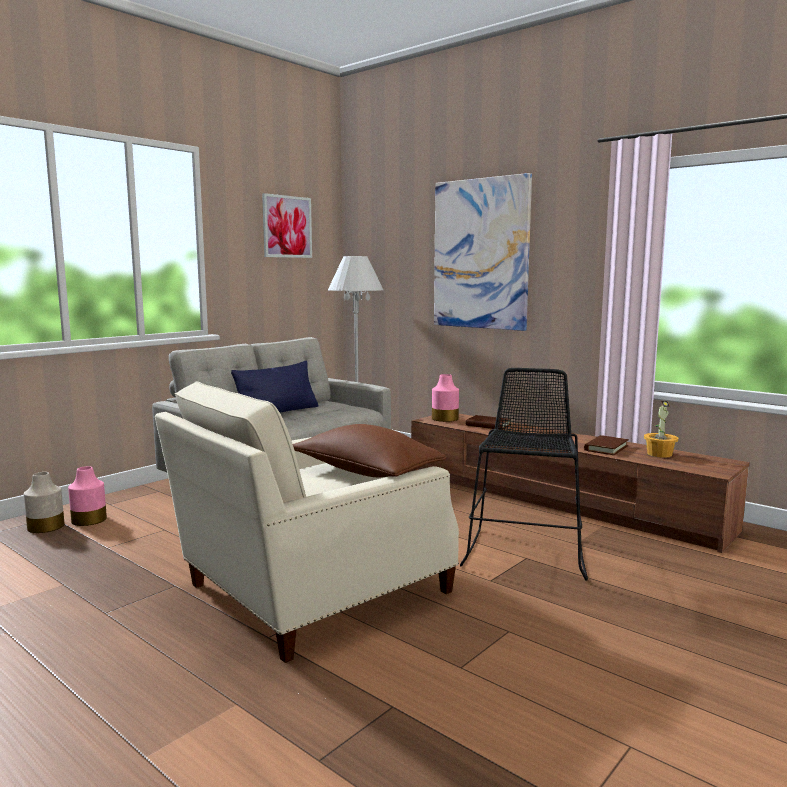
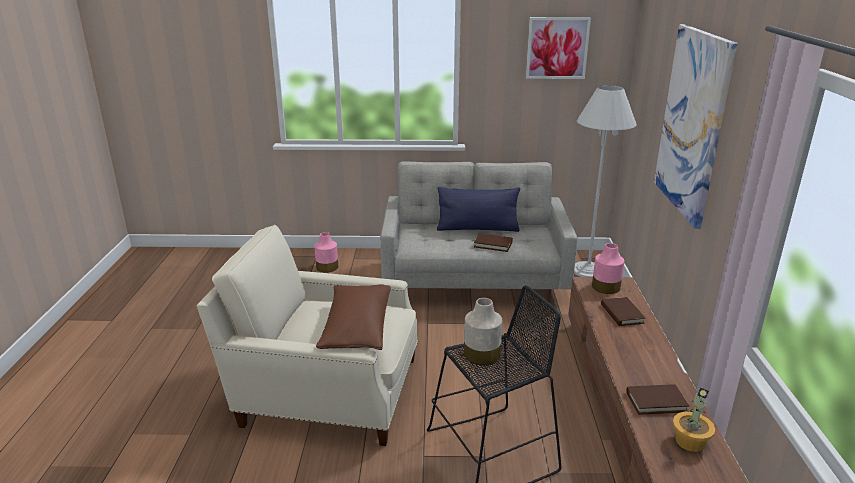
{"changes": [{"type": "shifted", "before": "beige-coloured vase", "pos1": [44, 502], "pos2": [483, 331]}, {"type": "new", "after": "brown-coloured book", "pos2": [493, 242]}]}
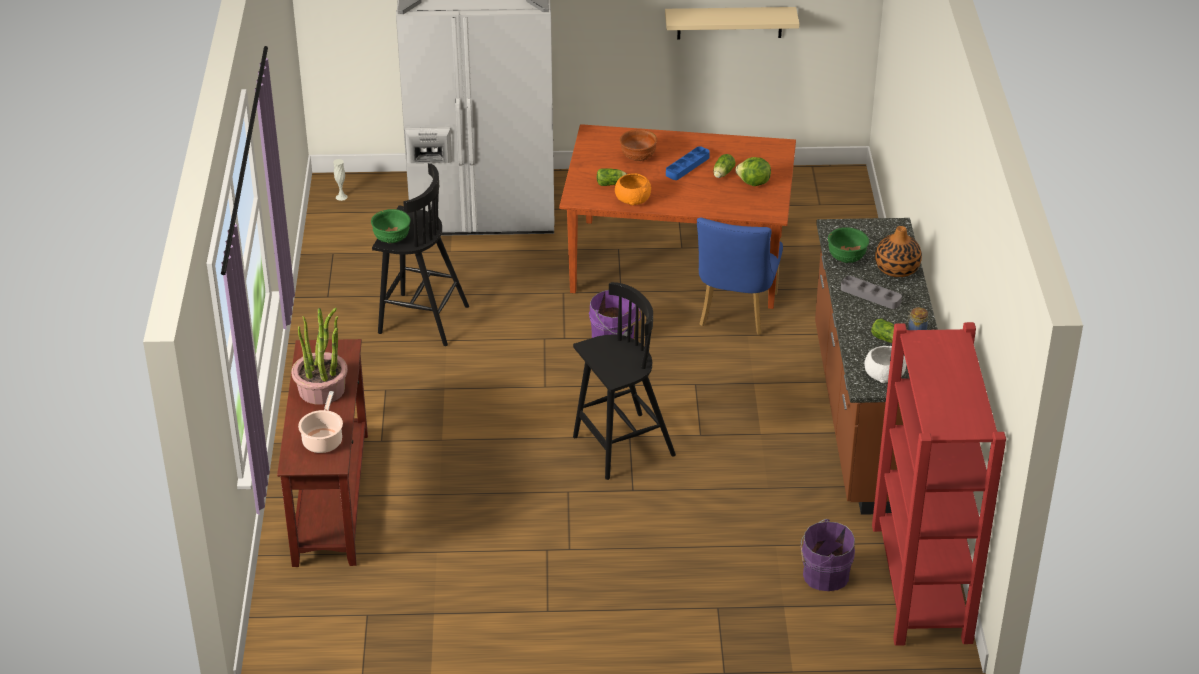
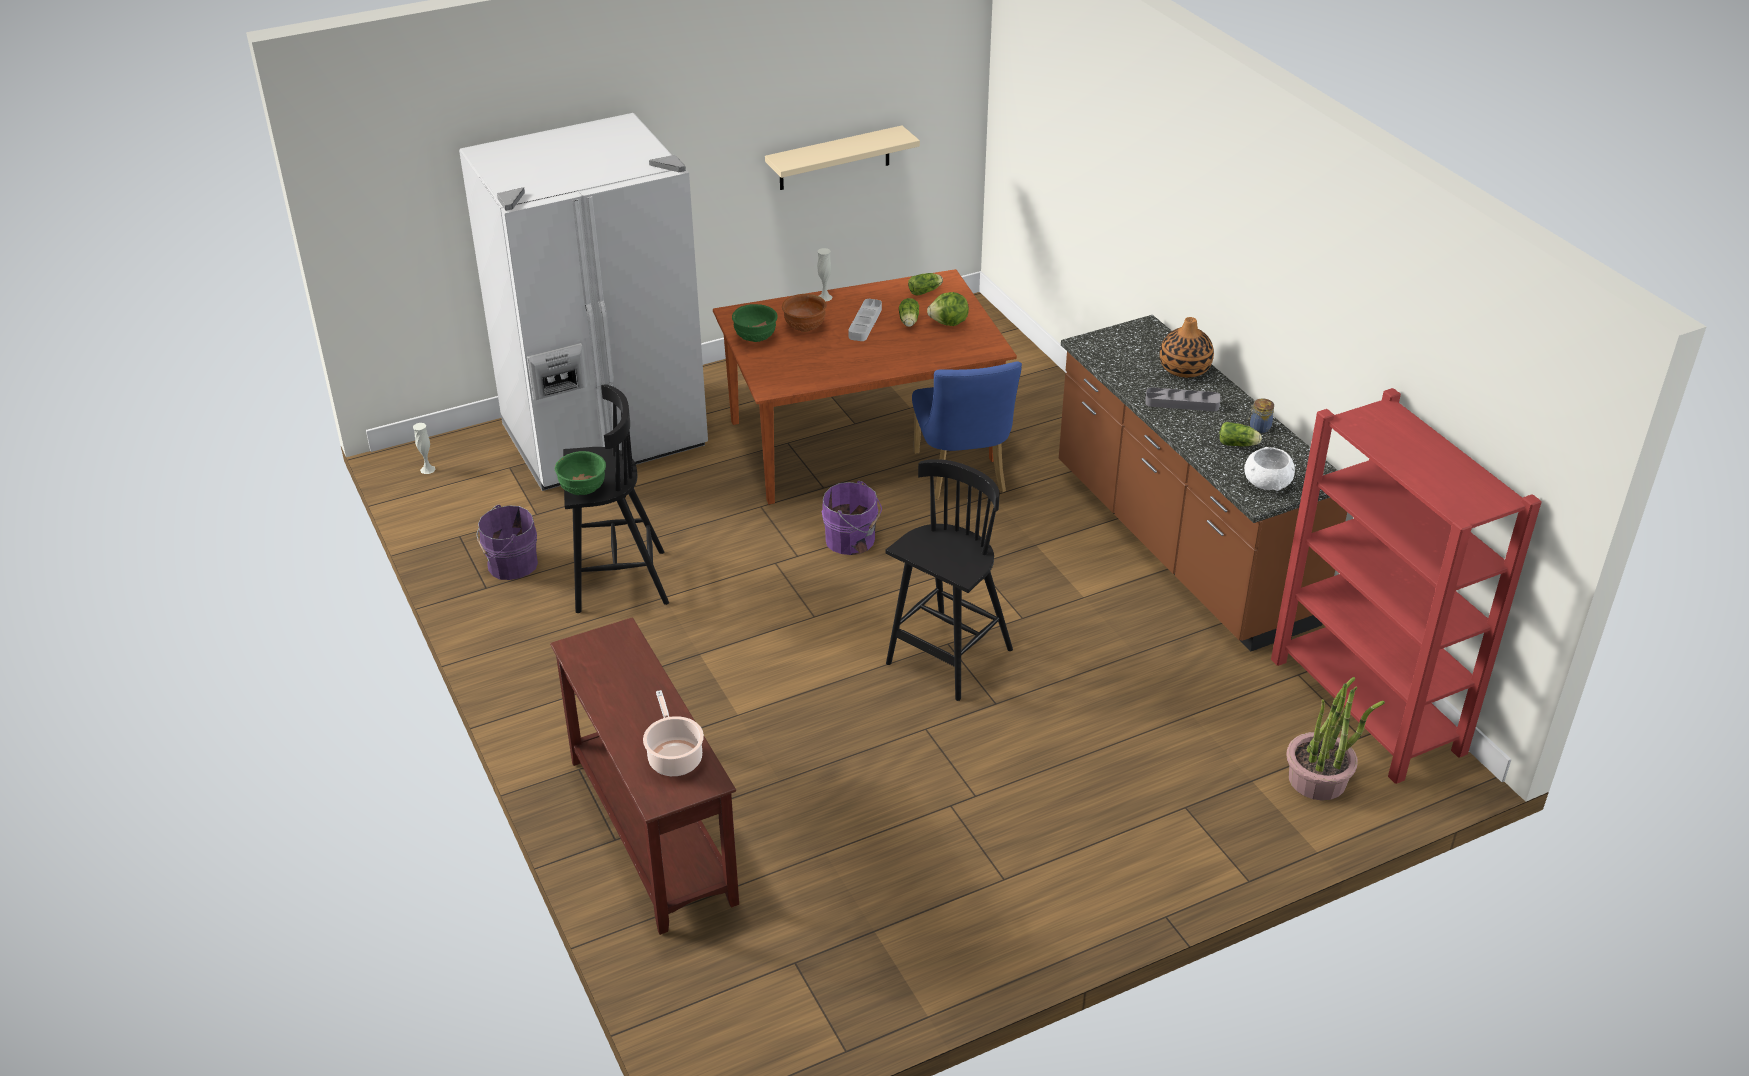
{"changes": [{"type": "repainted", "before": "blue-coloured tray", "after": "greyish tray", "pos1": [688, 163], "pos2": [865, 320]}, {"type": "shifted", "before": "lettuce head", "pos1": [612, 177], "pos2": [925, 284]}, {"type": "gone", "before": "orange bowl", "pos1": [633, 189]}, {"type": "shifted", "before": "greenish bowl", "pos1": [848, 245], "pos2": [755, 323]}, {"type": "shifted", "before": "houseplant", "pos1": [319, 356], "pos2": [1335, 739]}, {"type": "shifted", "before": "purple-coloured bucket", "pos1": [827, 555], "pos2": [507, 542]}, {"type": "new", "after": "white-coloured vase", "pos2": [824, 274]}]}
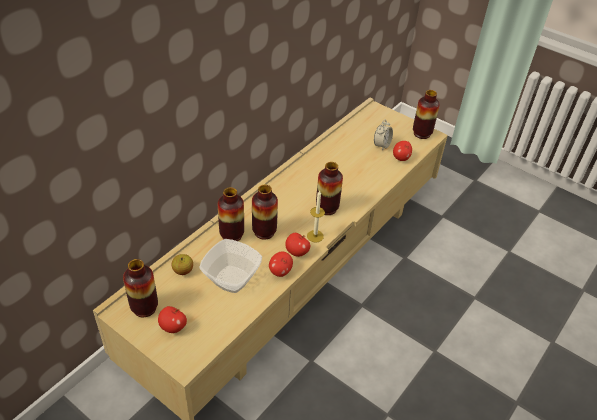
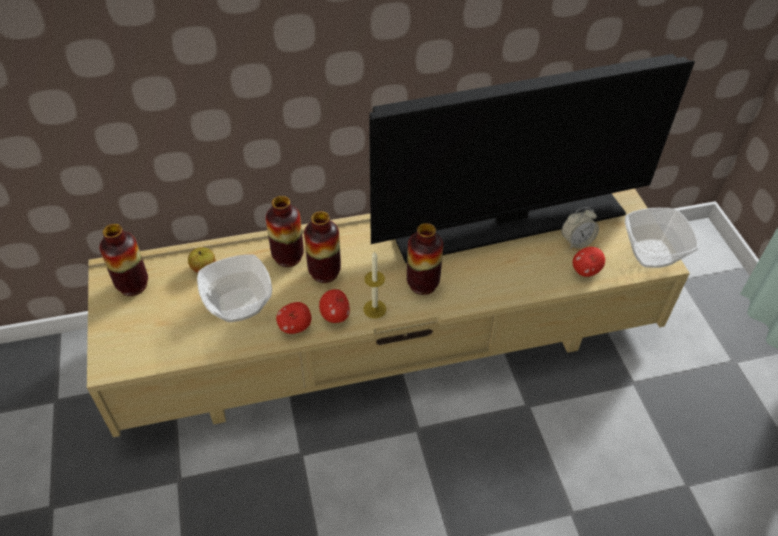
{"changes": [{"type": "swapped", "before": "vase", "after": "bowl", "pos1": [426, 114], "pos2": [661, 238]}, {"type": "gone", "before": "whole apple", "pos1": [172, 319]}, {"type": "new", "after": "TV set", "pos2": [532, 158]}]}
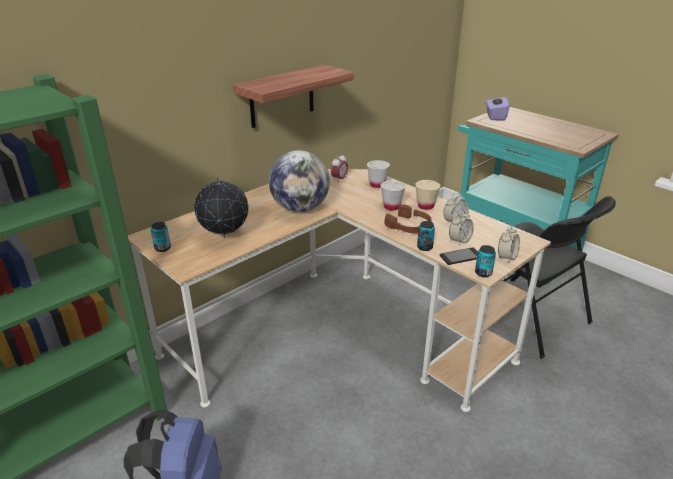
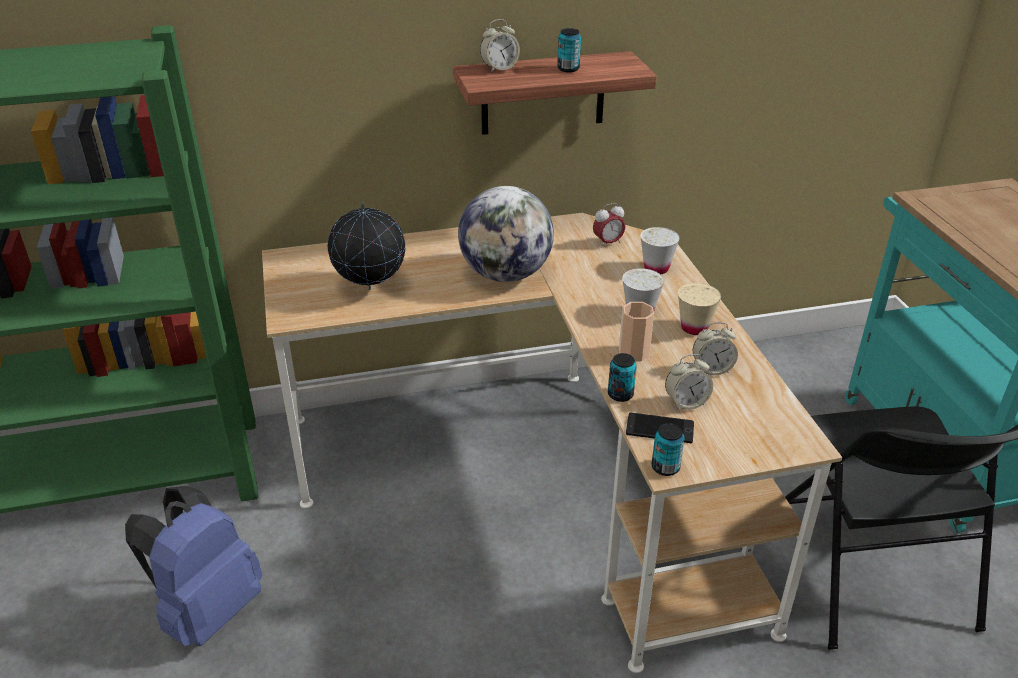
{"changes": [{"type": "gone", "before": "purple-coloured tissue holder", "pos1": [498, 108]}, {"type": "swapped", "before": "brown-coloured headset", "after": "drinking cup", "pos1": [408, 219], "pos2": [636, 331]}, {"type": "shifted", "before": "can", "pos1": [161, 237], "pos2": [569, 50]}, {"type": "shifted", "before": "alarm clock", "pos1": [509, 244], "pos2": [500, 46]}]}
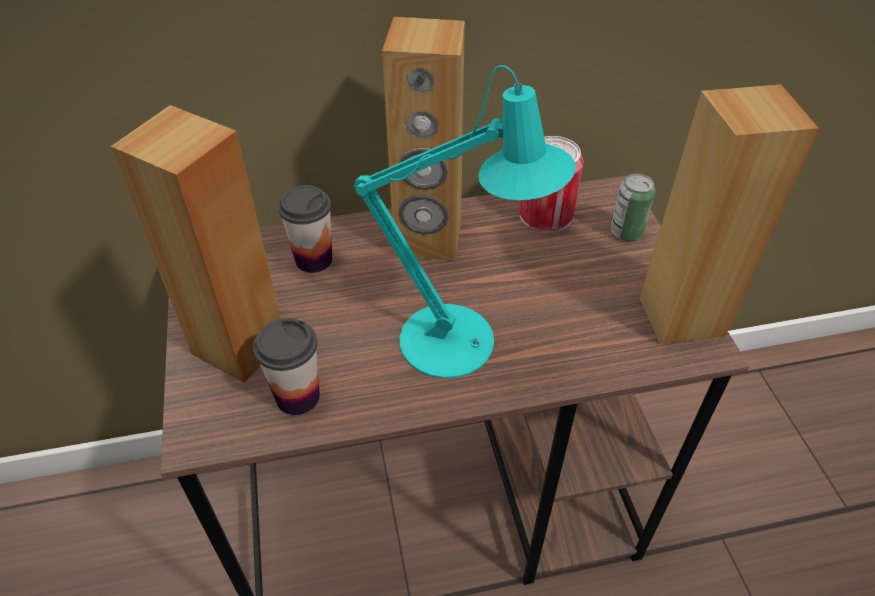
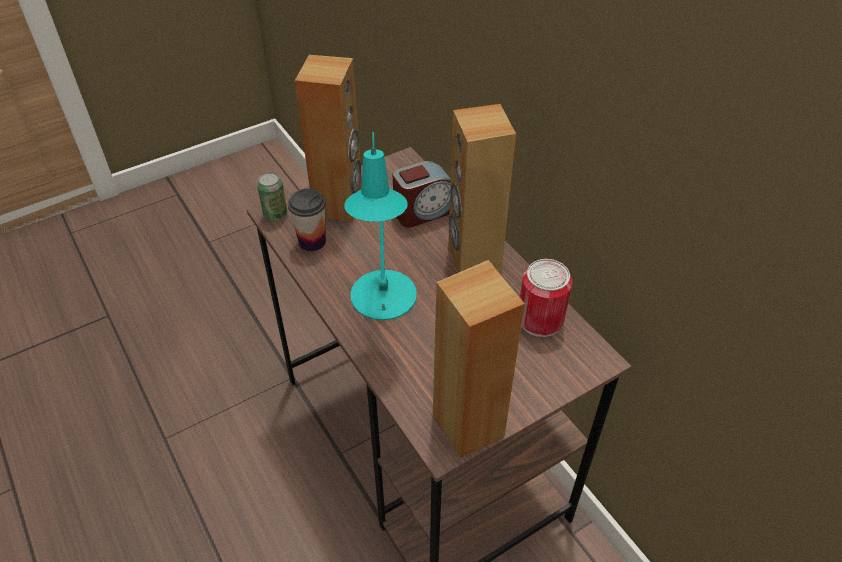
{"changes": [{"type": "shifted", "before": "can", "pos1": [633, 207], "pos2": [272, 196]}, {"type": "swapped", "before": "drinking cup", "after": "alarm clock", "pos1": [305, 229], "pos2": [422, 194]}]}
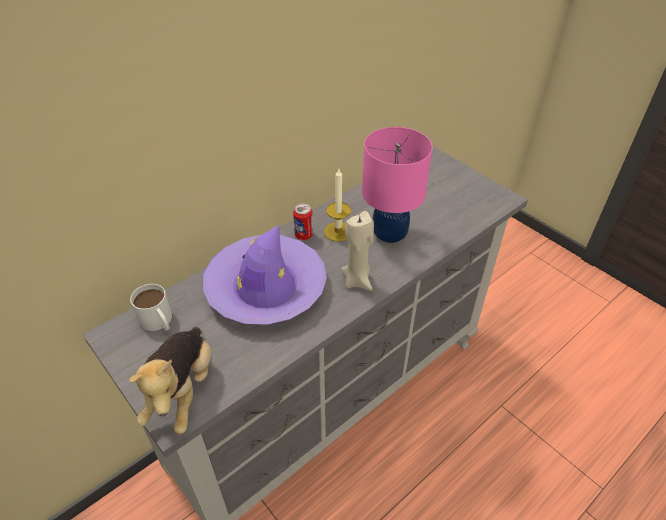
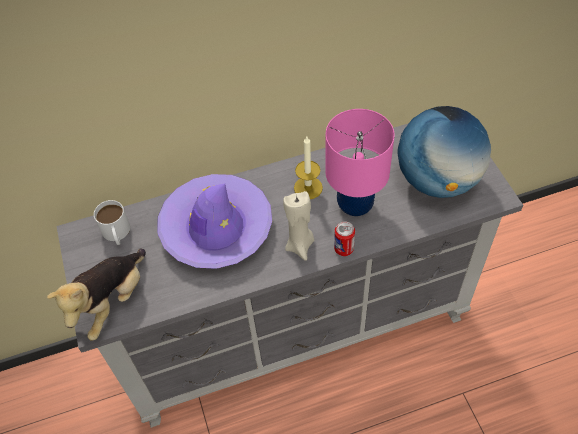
{"changes": [{"type": "shifted", "before": "can", "pos1": [303, 221], "pos2": [344, 239]}, {"type": "new", "after": "world globe", "pos2": [444, 152]}]}
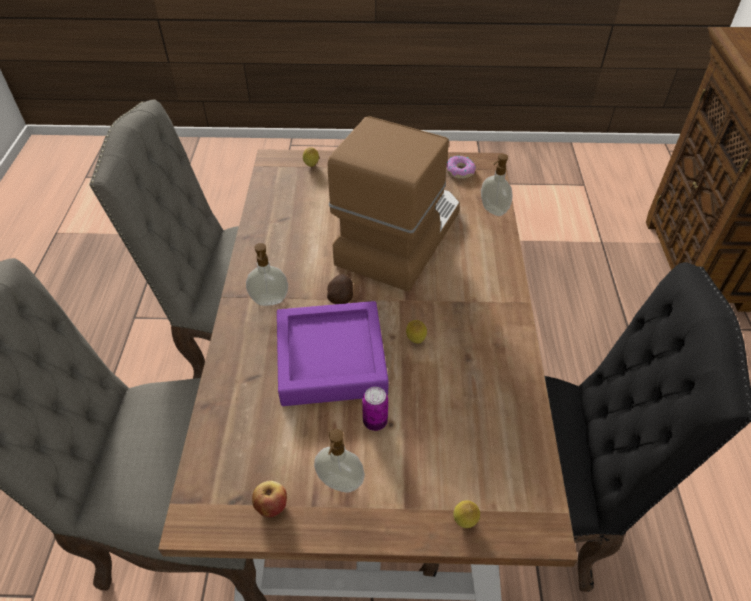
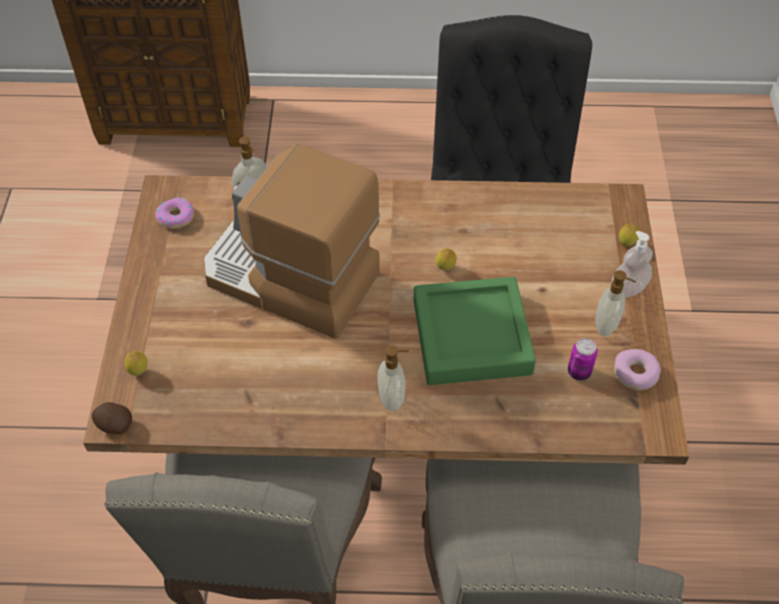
{"changes": [{"type": "shifted", "before": "spud", "pos1": [340, 289], "pos2": [111, 418]}, {"type": "repainted", "before": "purple-coloured tray", "after": "greenish tray", "pos1": [333, 353], "pos2": [474, 331]}, {"type": "shifted", "before": "can", "pos1": [375, 409], "pos2": [583, 359]}, {"type": "swapped", "before": "whole apple", "after": "ring doughnut", "pos1": [269, 499], "pos2": [637, 369]}, {"type": "new", "after": "soap dispenser", "pos2": [632, 264]}]}
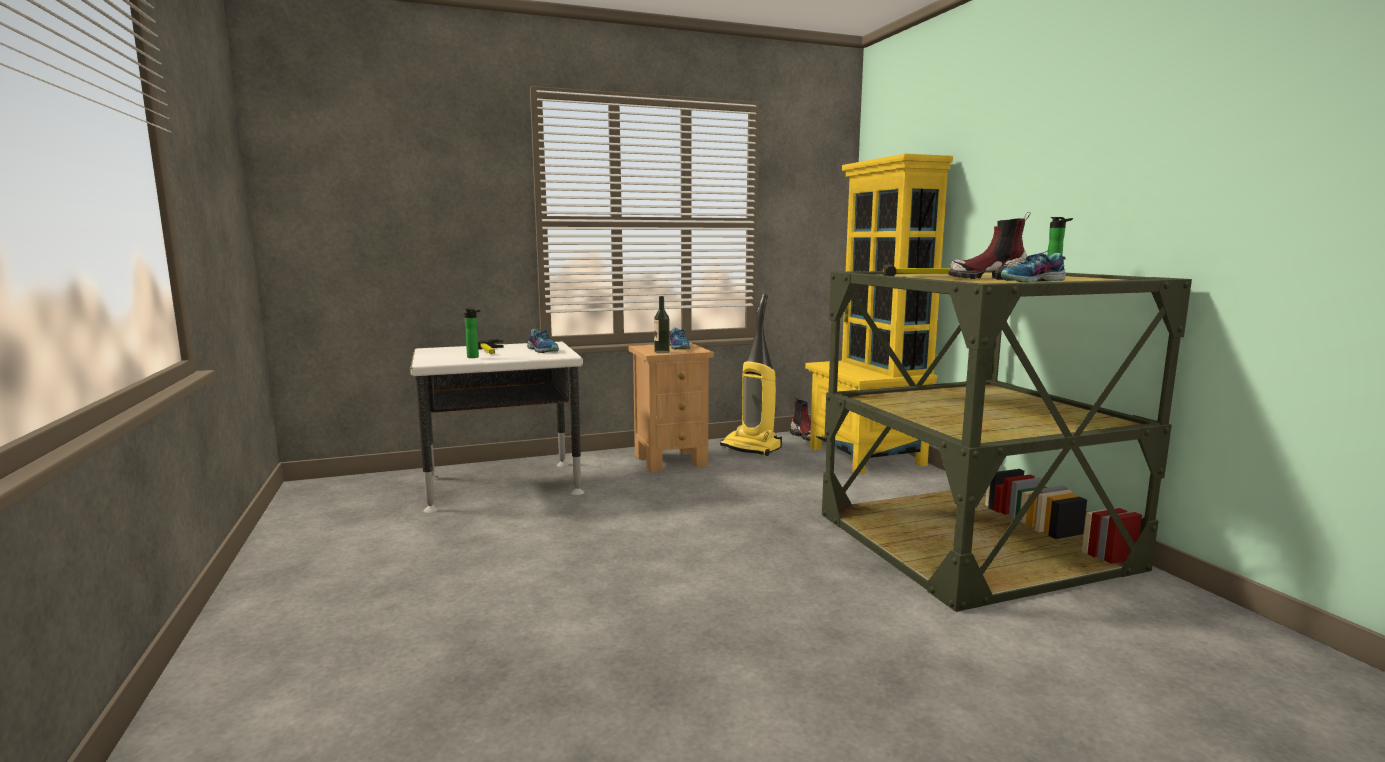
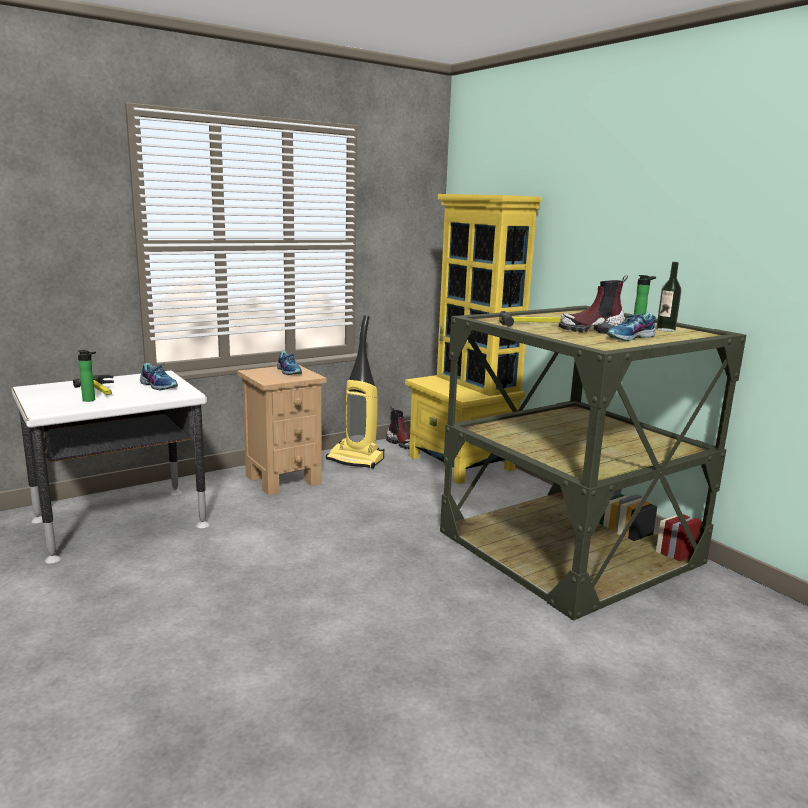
{"changes": [{"type": "shifted", "before": "bottle", "pos1": [662, 324], "pos2": [668, 297]}]}
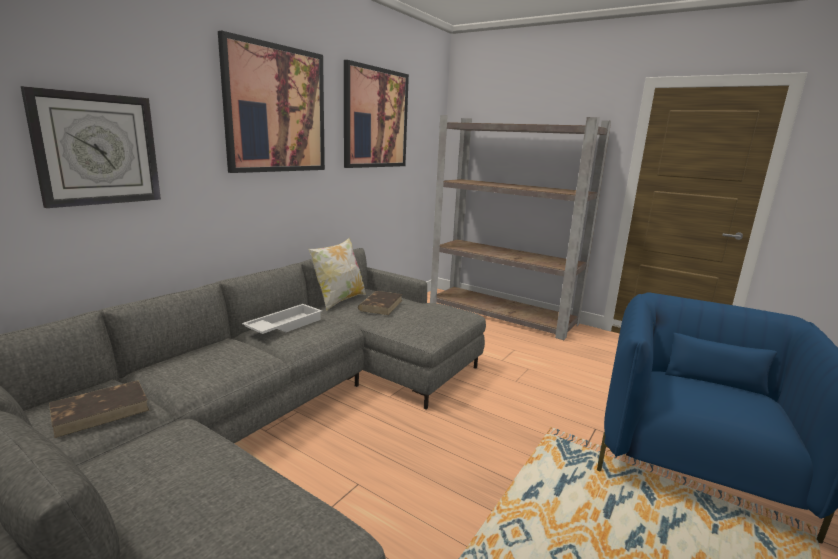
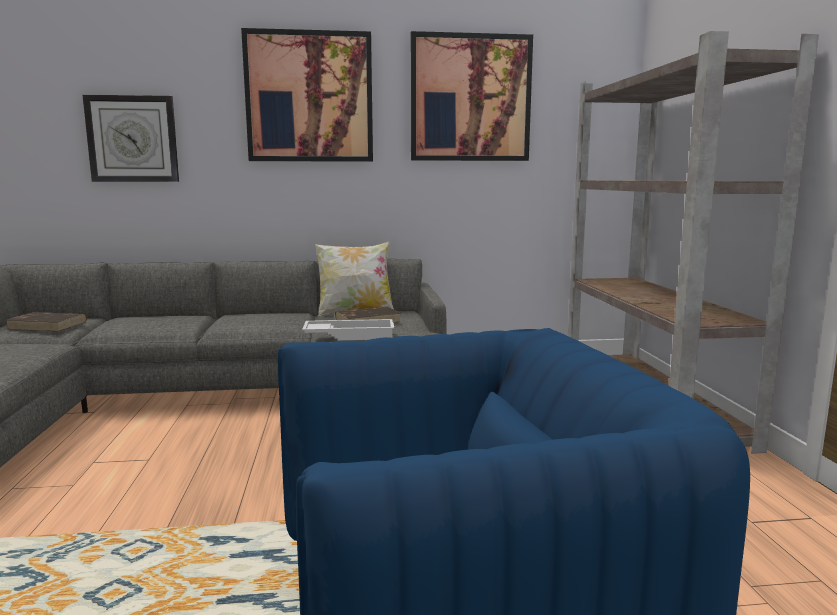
{"changes": [{"type": "shifted", "before": "white-coloured tray", "pos1": [282, 319], "pos2": [348, 329]}]}
